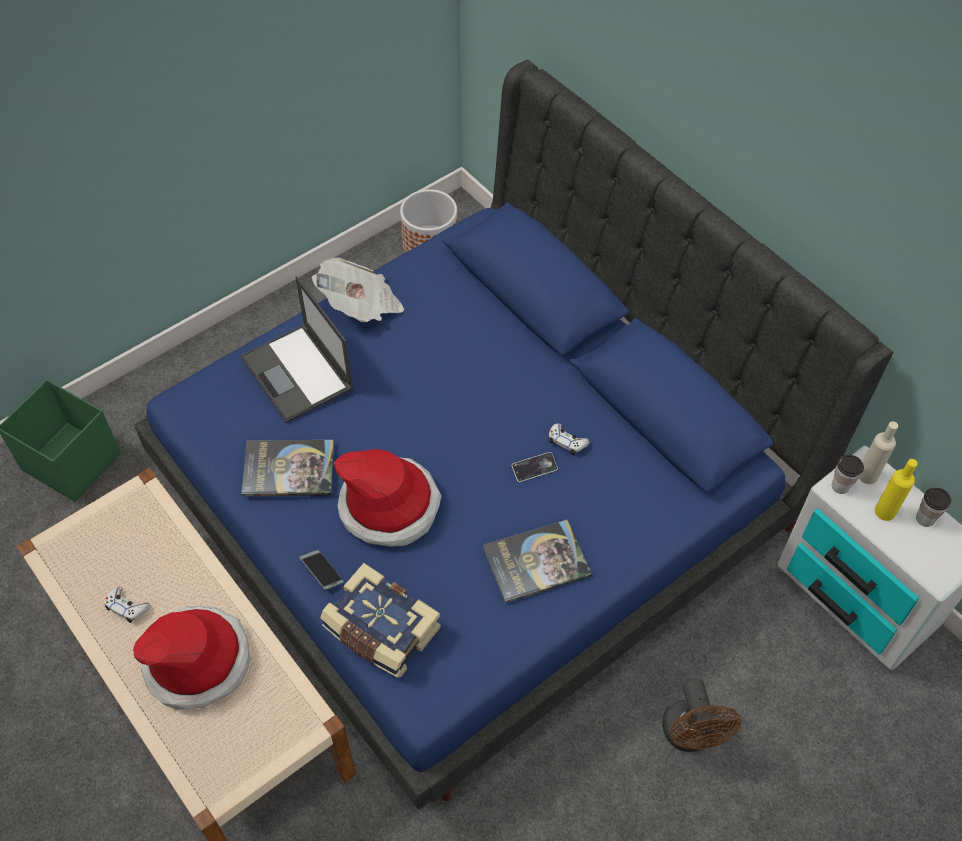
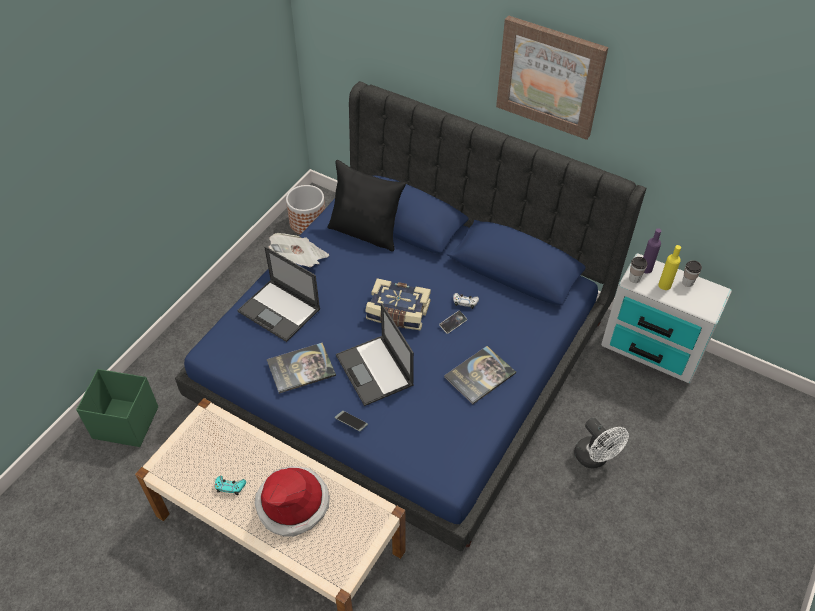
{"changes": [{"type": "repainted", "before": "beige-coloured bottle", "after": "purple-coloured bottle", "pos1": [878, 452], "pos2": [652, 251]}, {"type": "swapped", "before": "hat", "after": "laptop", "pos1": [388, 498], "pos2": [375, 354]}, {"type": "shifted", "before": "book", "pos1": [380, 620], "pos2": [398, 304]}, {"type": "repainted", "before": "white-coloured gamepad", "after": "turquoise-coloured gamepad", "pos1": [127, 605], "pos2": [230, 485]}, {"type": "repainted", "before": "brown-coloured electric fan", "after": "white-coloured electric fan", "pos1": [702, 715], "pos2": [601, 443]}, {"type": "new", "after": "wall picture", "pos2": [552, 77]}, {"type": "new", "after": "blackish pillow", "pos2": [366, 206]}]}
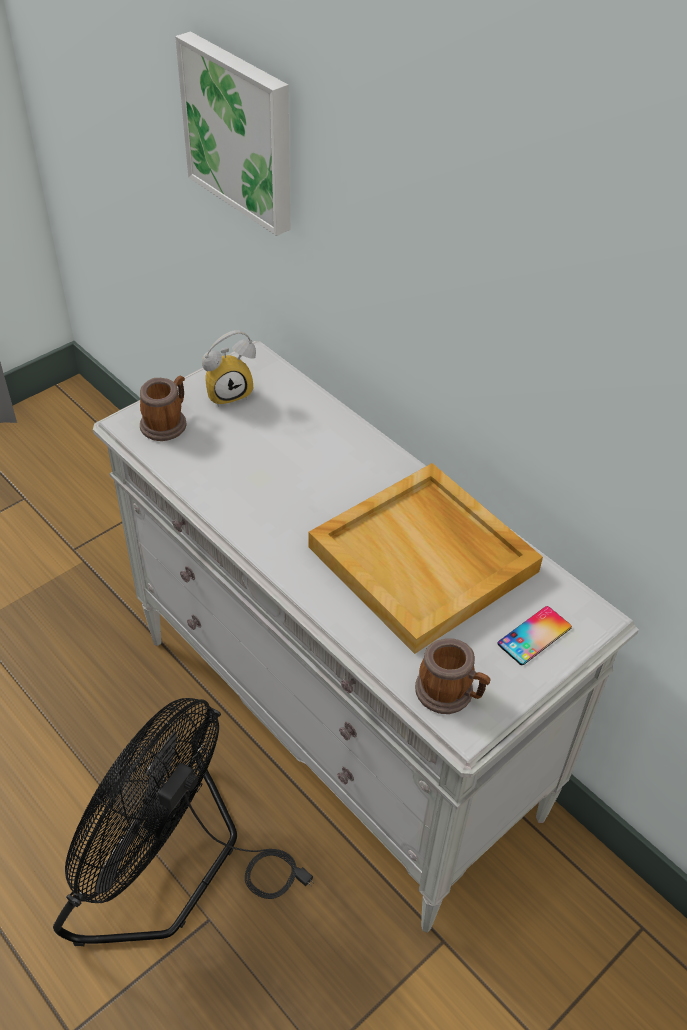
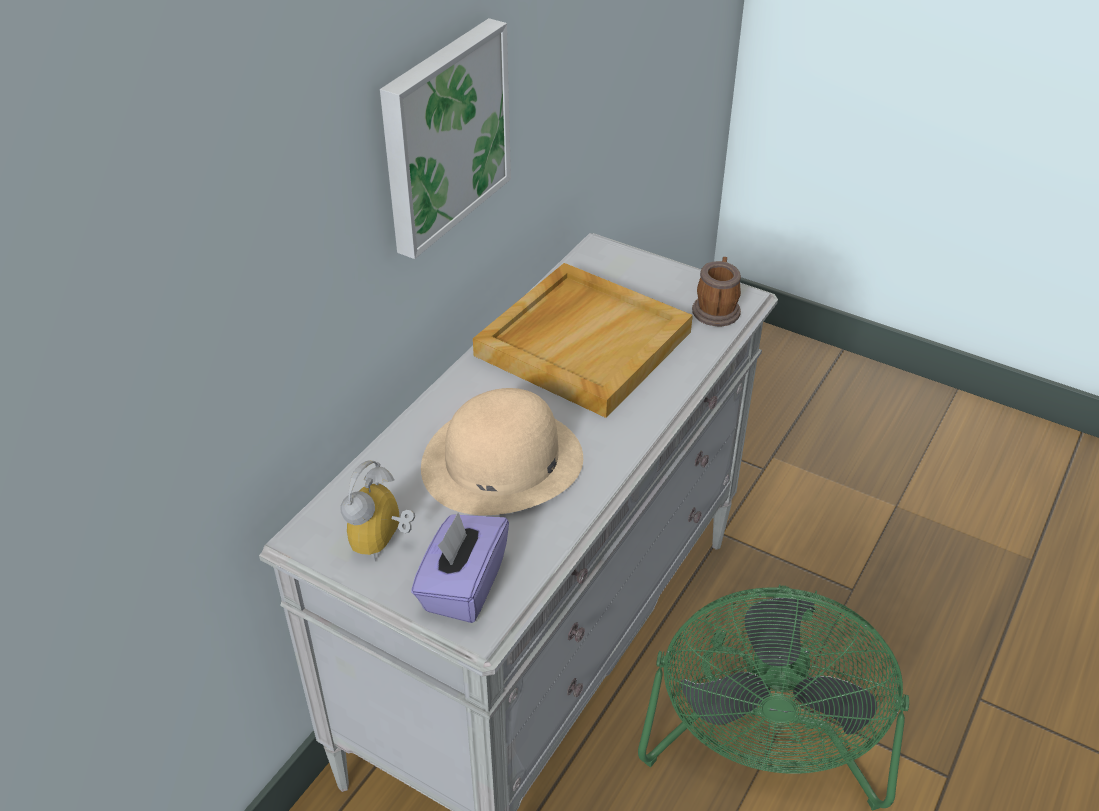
{"changes": [{"type": "shifted", "before": "wall picture", "pos1": [232, 133], "pos2": [445, 138]}, {"type": "rotated", "before": "alarm clock", "pos1": [229, 368], "pos2": [377, 511], "turn": -120}, {"type": "swapped", "before": "mug", "after": "purple-coloured tissue holder", "pos1": [163, 408], "pos2": [460, 568]}, {"type": "gone", "before": "handset", "pos1": [534, 635]}, {"type": "repainted", "before": "blackish electric fan", "after": "greenish electric fan", "pos1": [183, 822], "pos2": [773, 697]}, {"type": "new", "after": "beige-coloured hat", "pos2": [502, 451]}]}
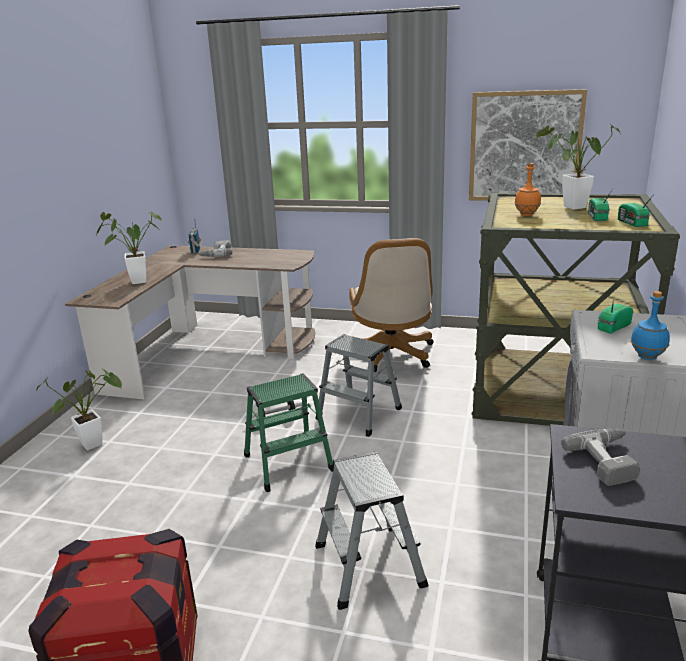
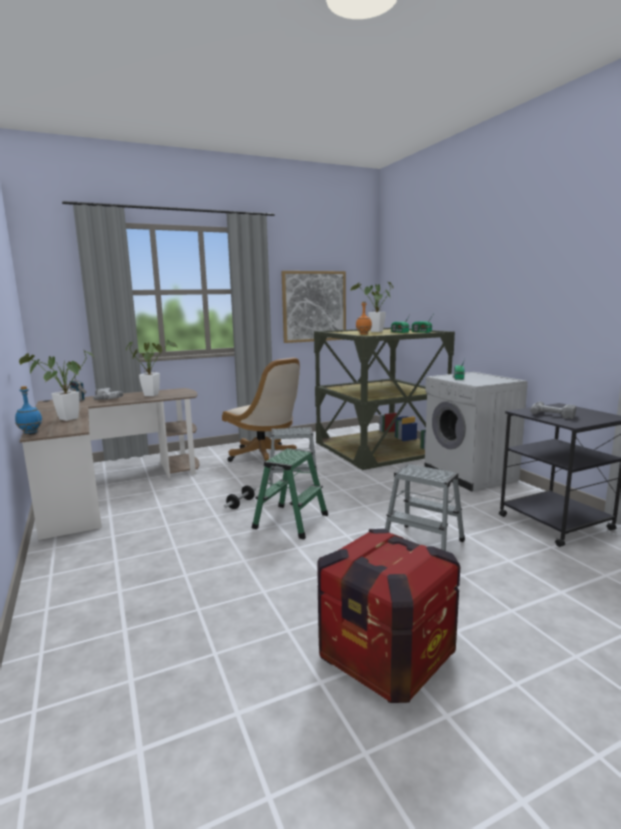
{"changes": [{"type": "shifted", "before": "blue-coloured bottle", "pos1": [650, 325], "pos2": [29, 410]}, {"type": "shifted", "before": "houseplant", "pos1": [79, 409], "pos2": [152, 367]}]}
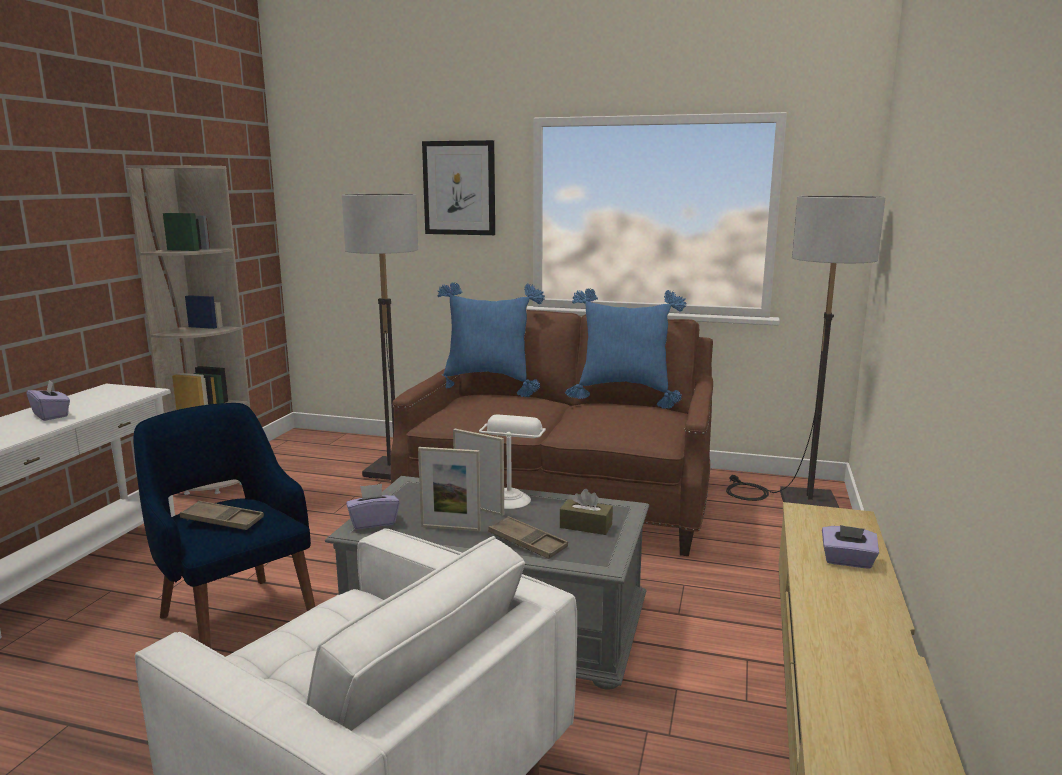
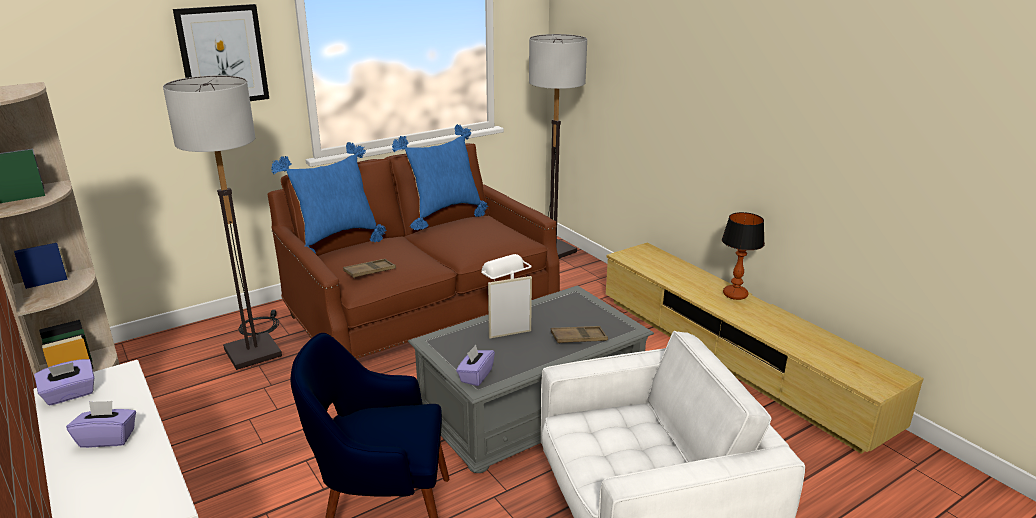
{"changes": [{"type": "gone", "before": "picture frame", "pos1": [449, 489]}, {"type": "gone", "before": "brown-coloured tissue holder", "pos1": [586, 512]}, {"type": "shifted", "before": "brown-coloured tray", "pos1": [222, 515], "pos2": [369, 268]}, {"type": "shifted", "before": "purple-coloured tissue holder", "pos1": [850, 547], "pos2": [64, 382]}, {"type": "new", "after": "tabletop lamp", "pos2": [743, 256]}]}
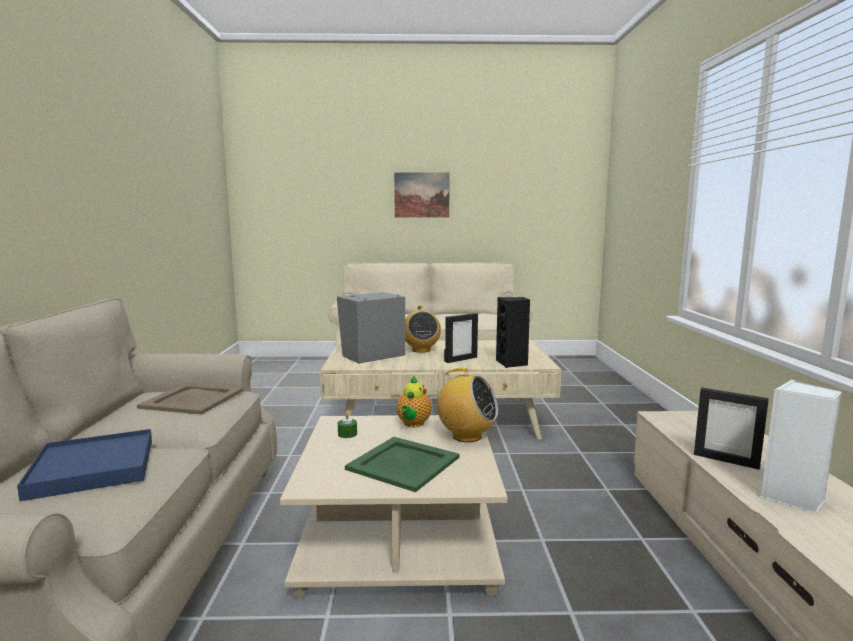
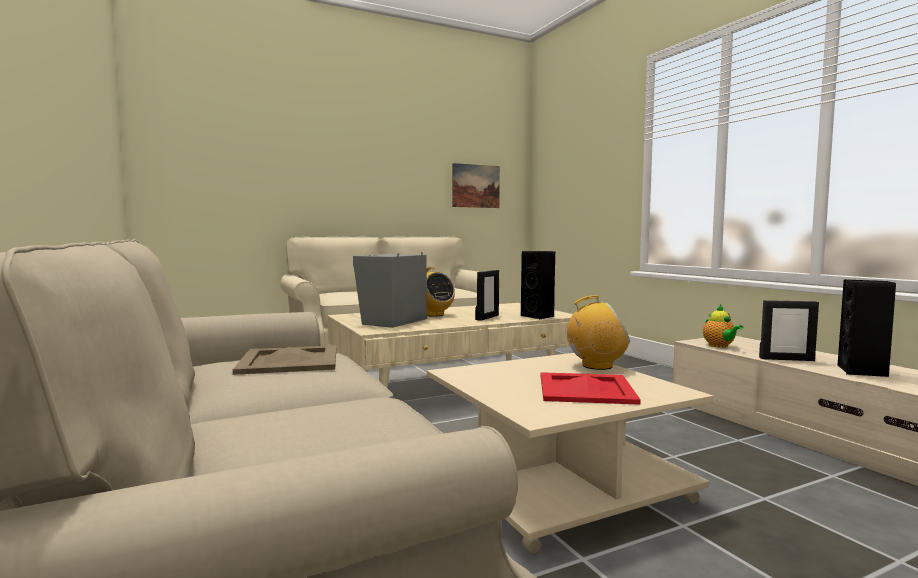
{"changes": [{"type": "shifted", "before": "wall picture", "pos1": [422, 195], "pos2": [476, 185]}, {"type": "shifted", "before": "tea pot", "pos1": [414, 401], "pos2": [723, 326]}, {"type": "repainted", "before": "white-coloured audio speaker", "after": "blackish audio speaker", "pos1": [801, 446], "pos2": [866, 328]}, {"type": "gone", "before": "greenish wax light", "pos1": [347, 425]}, {"type": "gone", "before": "blue-coloured tray", "pos1": [84, 465]}, {"type": "repainted", "before": "greenish tray", "after": "red-coloured tray", "pos1": [402, 464], "pos2": [591, 388]}]}
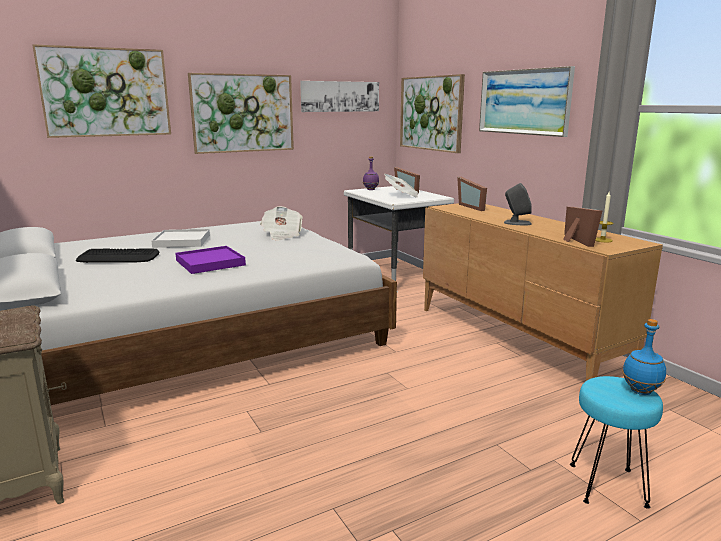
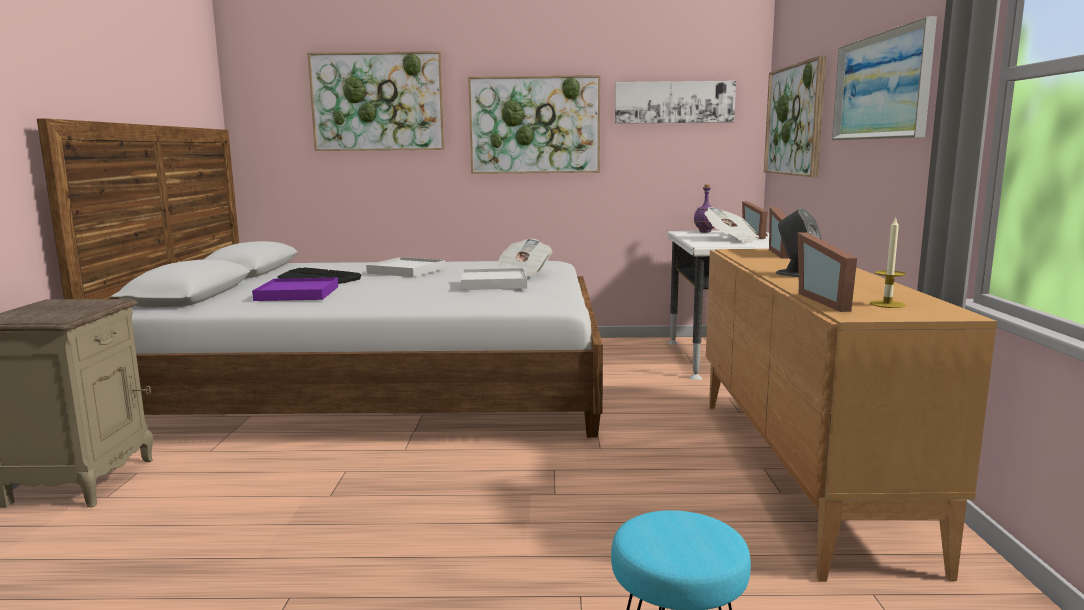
{"changes": [{"type": "rotated", "before": "picture frame", "pos1": [582, 227], "pos2": [827, 272], "turn": 150}, {"type": "shifted", "before": "purple-coloured tray", "pos1": [210, 260], "pos2": [295, 289]}, {"type": "gone", "before": "blue-coloured bottle", "pos1": [644, 357]}, {"type": "new", "after": "white-coloured tray", "pos2": [494, 279]}]}
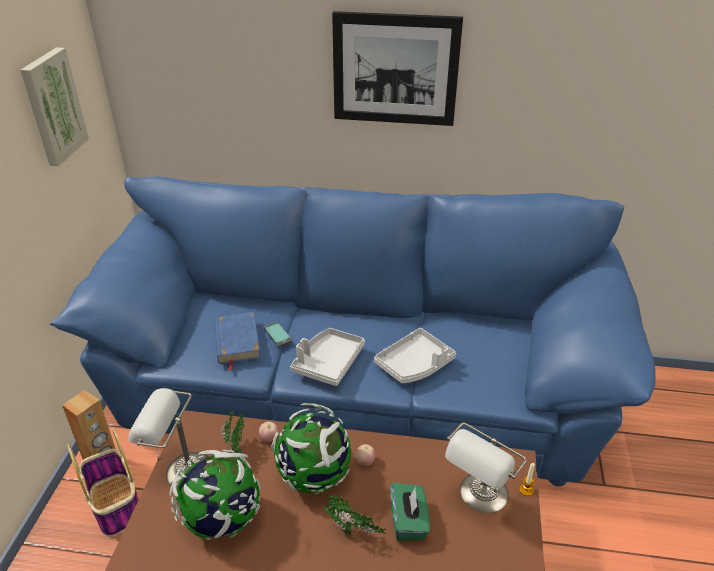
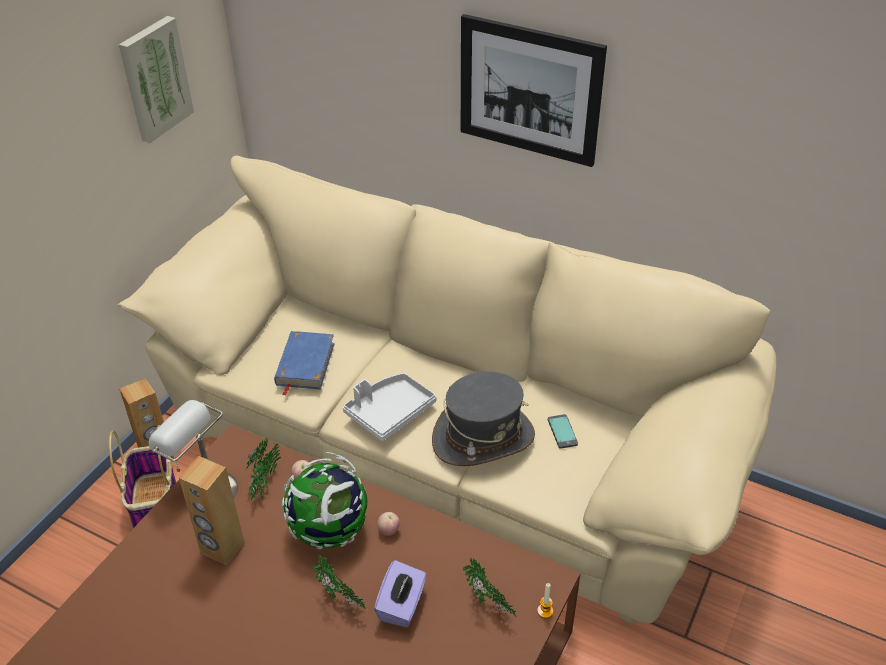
{"changes": [{"type": "repainted", "before": "blue-coloured settee", "after": "beige-coloured settee", "pos1": [353, 331], "pos2": [447, 389]}, {"type": "shifted", "before": "handset", "pos1": [278, 334], "pos2": [563, 431]}, {"type": "swapped", "before": "greyish tray", "after": "greyish hat", "pos1": [415, 356], "pos2": [483, 418]}, {"type": "swapped", "before": "white-coloured tabletop lamp", "after": "houseplant", "pos1": [486, 467], "pos2": [489, 586]}, {"type": "swapped", "before": "world globe", "after": "brown-coloured audio speaker", "pos1": [215, 495], "pos2": [212, 511]}, {"type": "repainted", "before": "greenish tissue holder", "after": "purple-coloured tissue holder", "pos1": [410, 512], "pos2": [400, 594]}]}
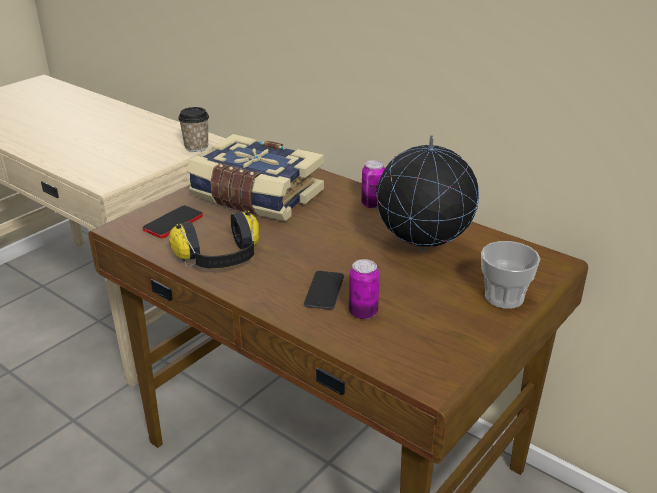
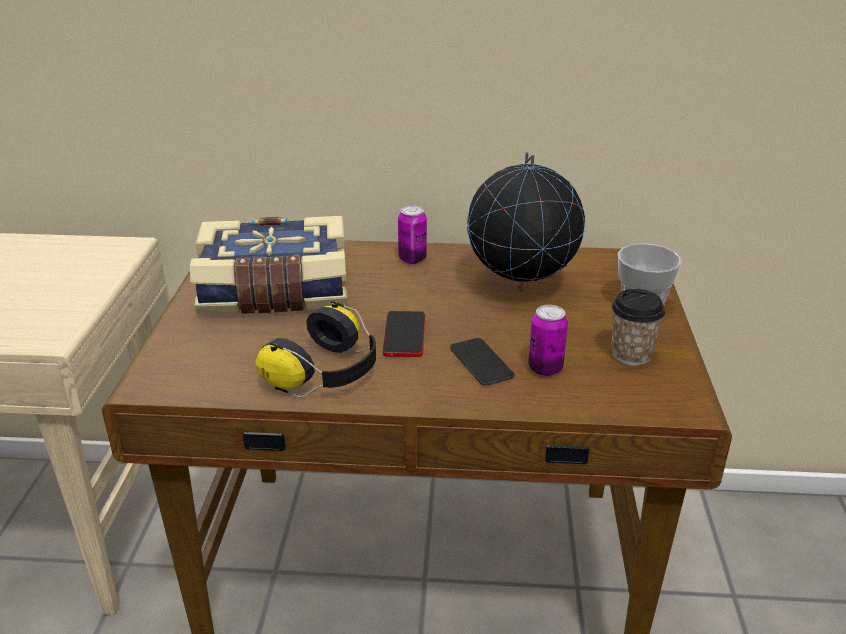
{"changes": [{"type": "shifted", "before": "drinking cup", "pos1": [193, 129], "pos2": [638, 327]}, {"type": "shifted", "before": "handset", "pos1": [173, 221], "pos2": [404, 334]}]}
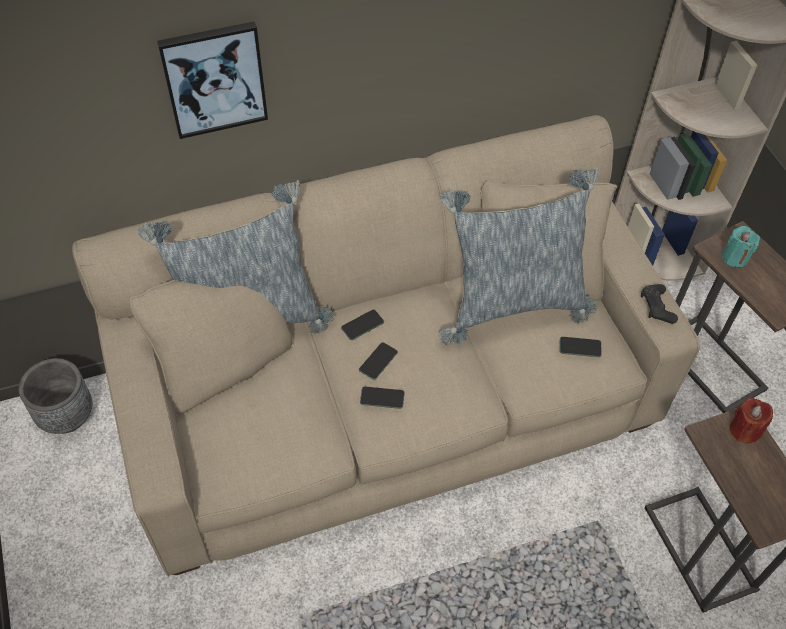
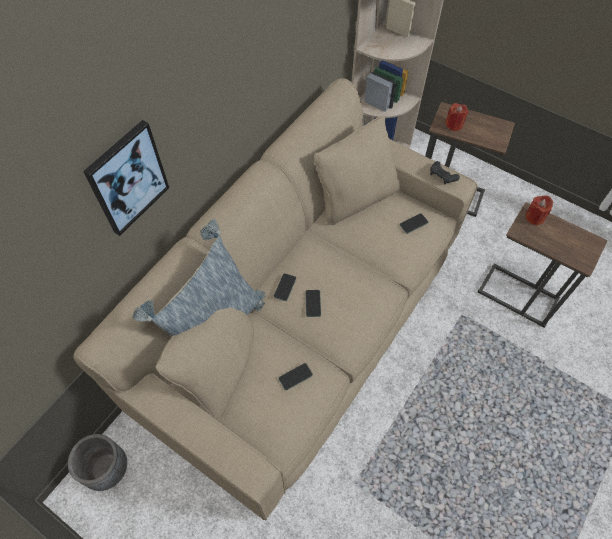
{"changes": [{"type": "gone", "before": "pillow", "pos1": [518, 257]}, {"type": "repainted", "before": "turquoise-coloured wax light", "after": "red-coloured wax light", "pos1": [741, 247], "pos2": [457, 117]}, {"type": "shifted", "before": "handset", "pos1": [382, 398], "pos2": [296, 376]}]}
